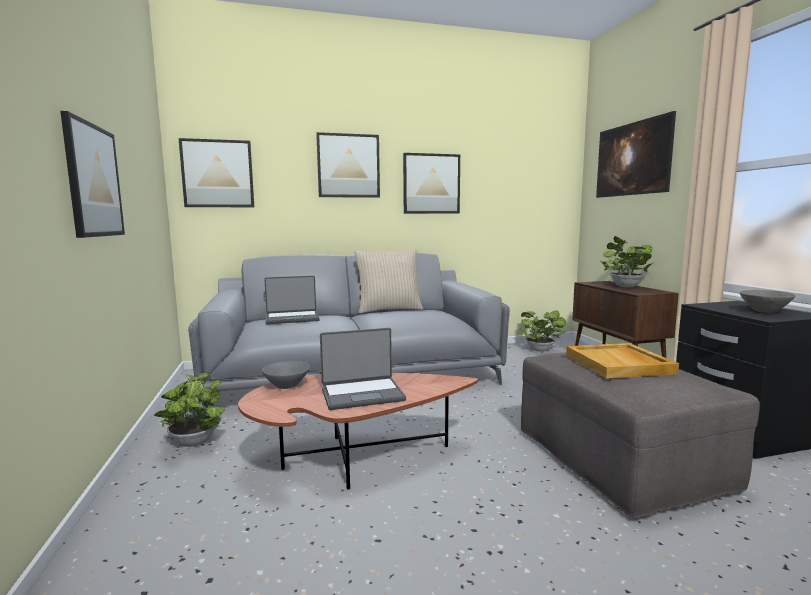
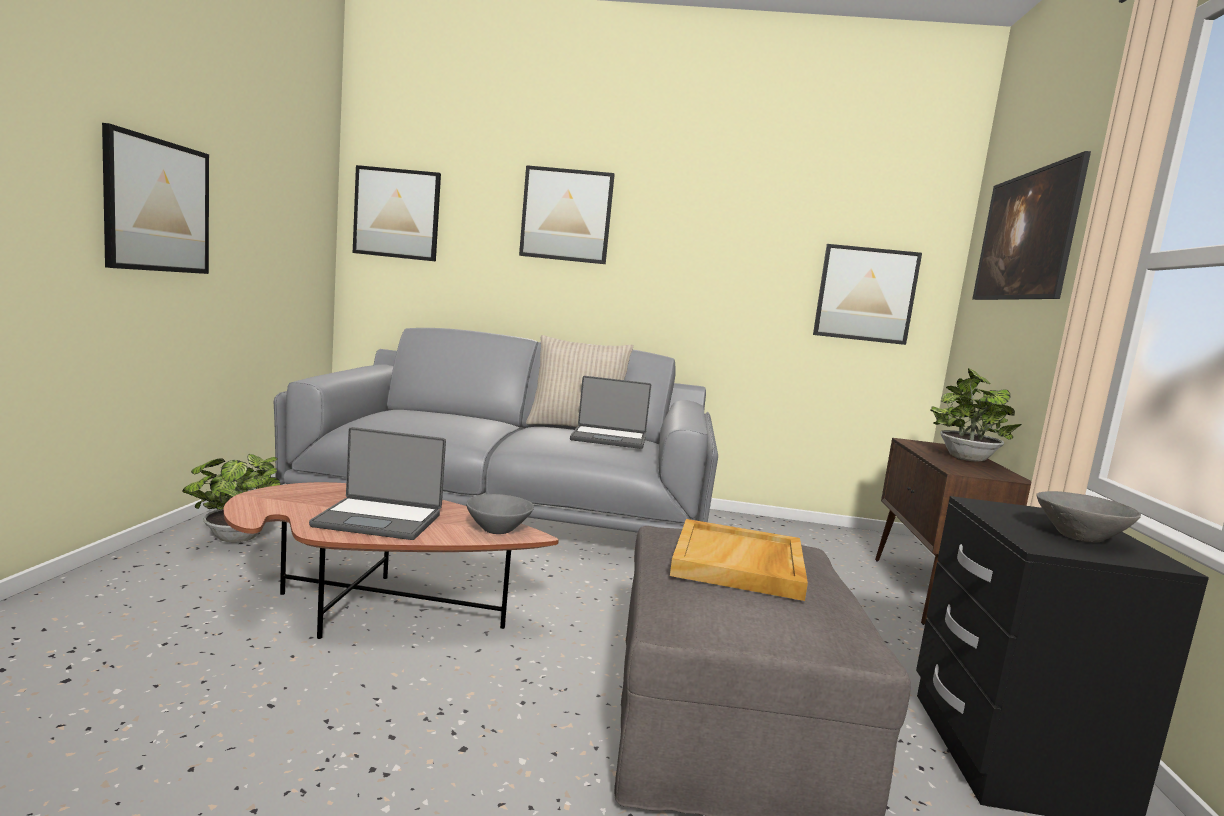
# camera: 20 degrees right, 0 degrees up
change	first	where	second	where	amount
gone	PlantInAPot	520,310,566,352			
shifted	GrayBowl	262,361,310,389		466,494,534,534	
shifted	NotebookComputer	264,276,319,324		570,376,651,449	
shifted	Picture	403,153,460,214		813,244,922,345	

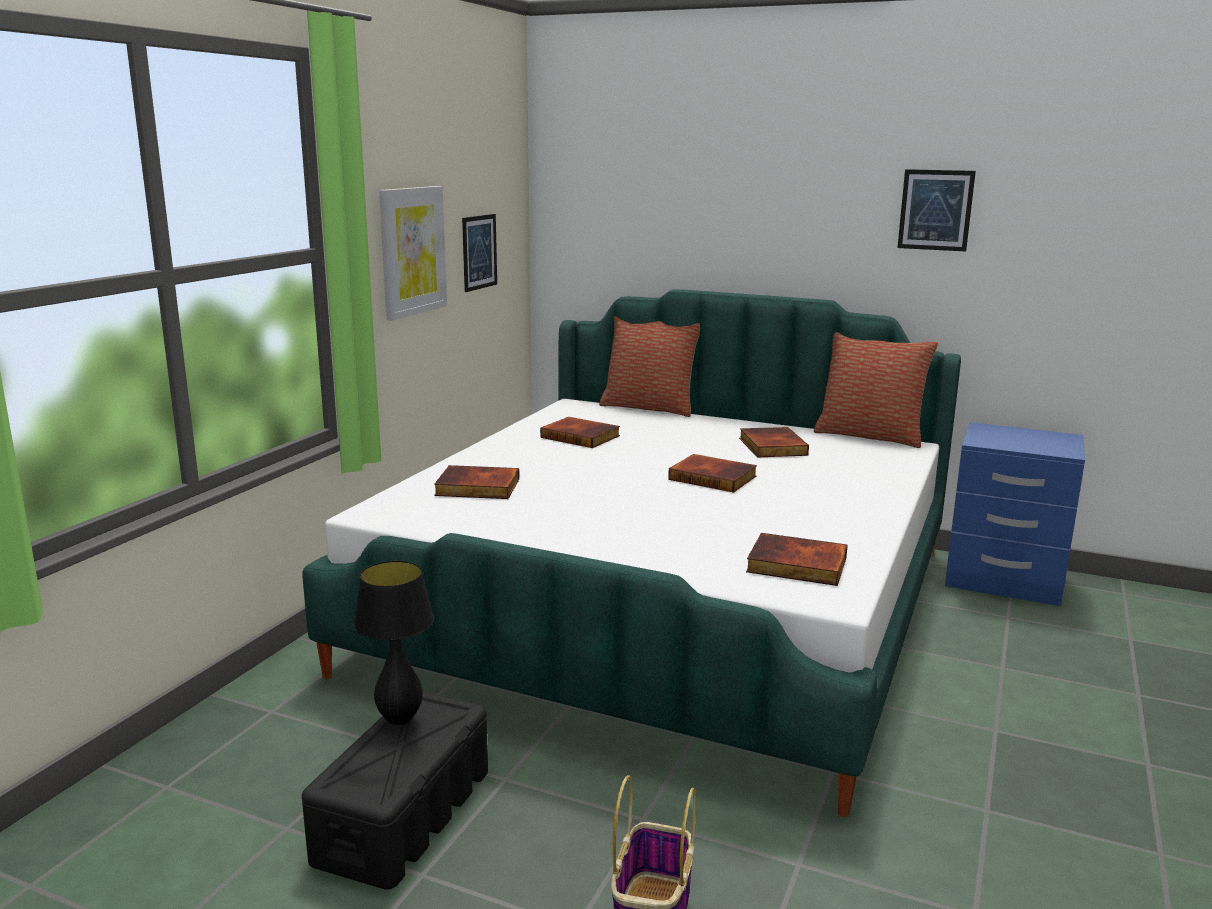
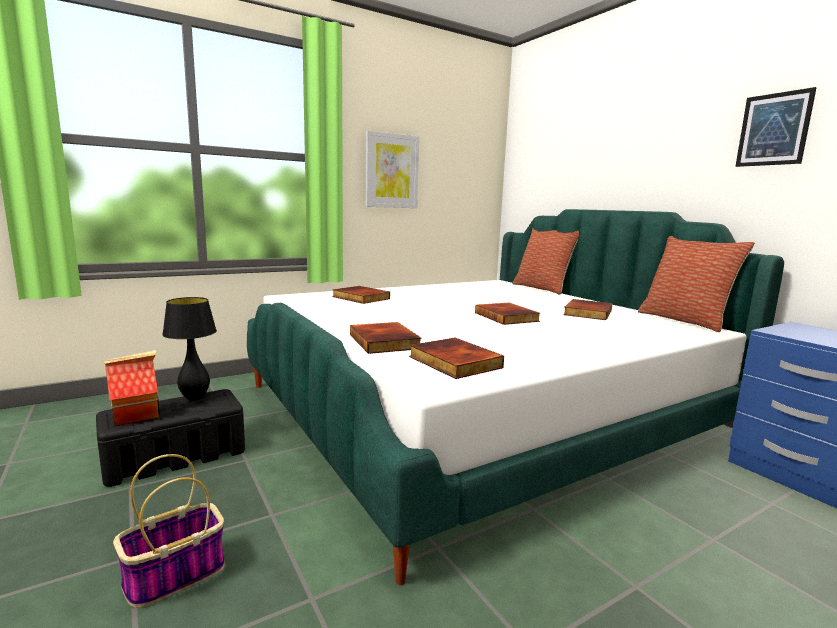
# camera: 35 degrees right, 5 degrees down
change	first	where	second	where	amount
gone	Picture	462,214,497,292			
new			ModelHouse	103,350,160,426	
shifted	Book	540,417,620,448		350,322,422,354	

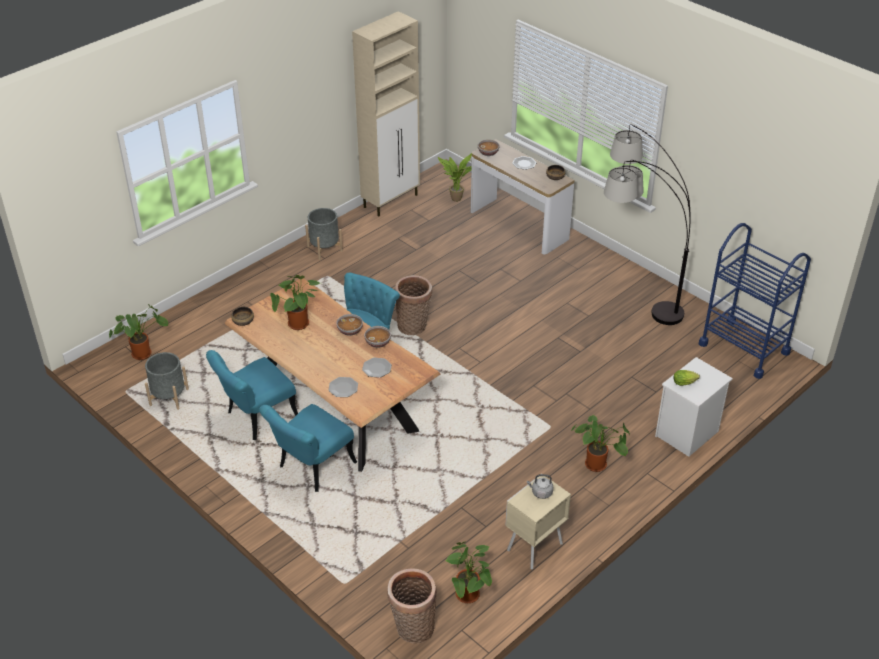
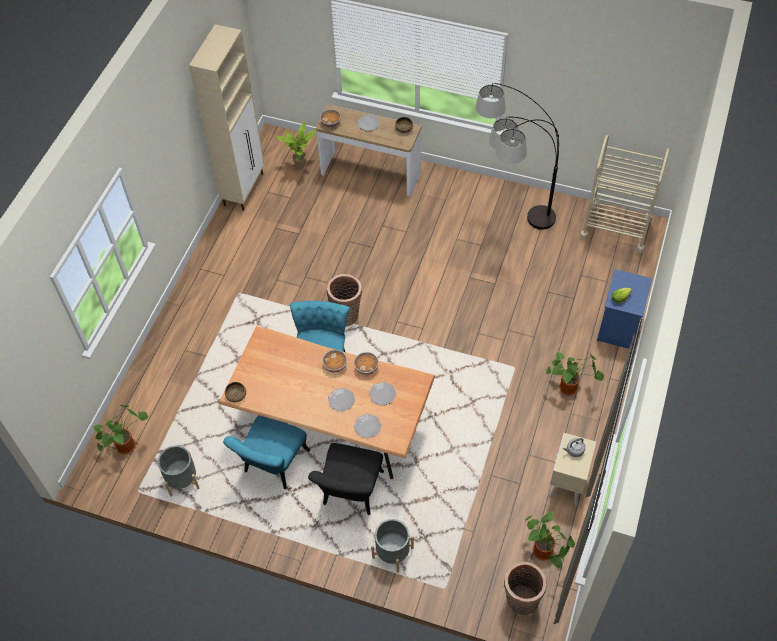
# camera: 25 degrees left, 15 degrees up
change	first	where	second	where	amount
gone	PlantInAPot	270,275,320,330			
new			DinnerPlate	328,388,355,412	
shifted	GrayPlanter	305,208,343,260		371,519,414,573	
repainted	TurquoiseUprightChair	259,404,357,492	BlackishUprightChair	308,443,384,515	
repainted	WhitishBedsideTable	655,357,733,457	BlueColouredBedsideTable	597,269,652,349	
repainted	BlueColouredWheeledCart	699,223,811,379	BeigeColouredWheeledCart	580,135,669,253	

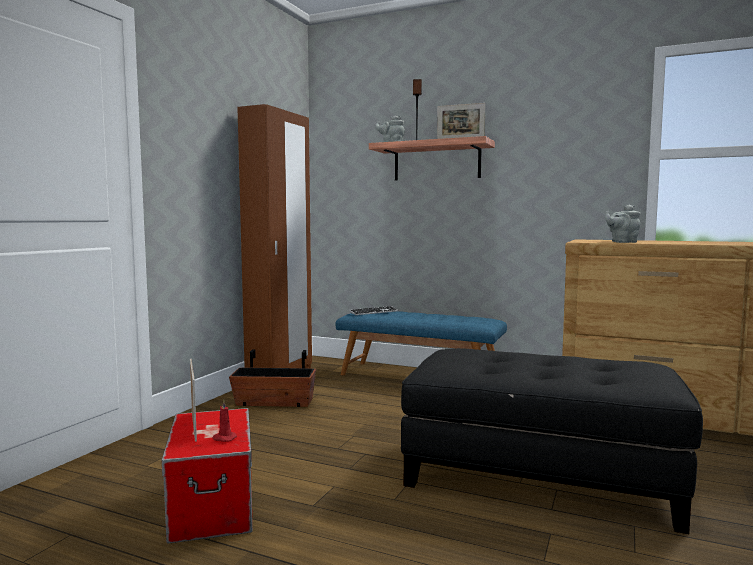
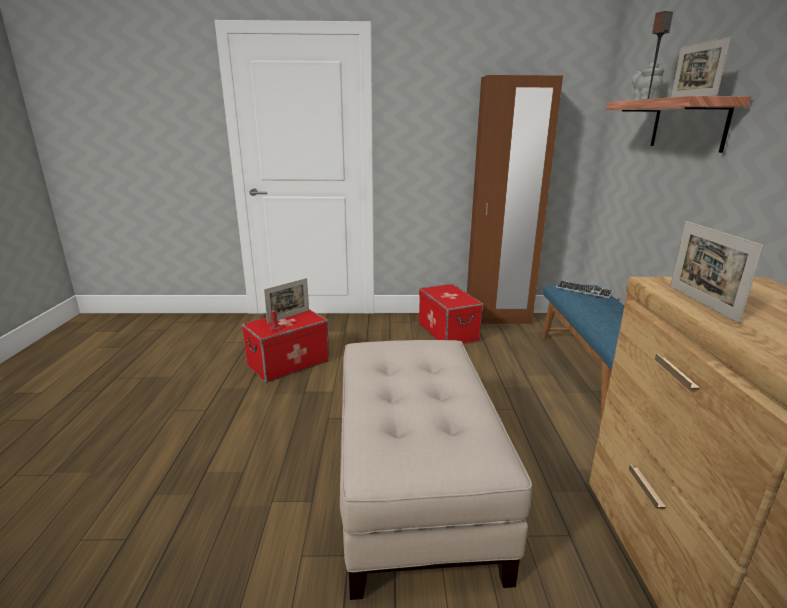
# camera: 65 degrees right, 15 degrees up
change	first	where	second	where	amount
swapped	Planter	229,349,316,407	StorageBox	419,284,483,344	
swapped	GrayTeapot	605,205,640,243	StandingFrame	670,221,764,323	
repainted	BlackishOttoman	401,348,703,534	BeigeColouredOttoman	340,340,532,600	

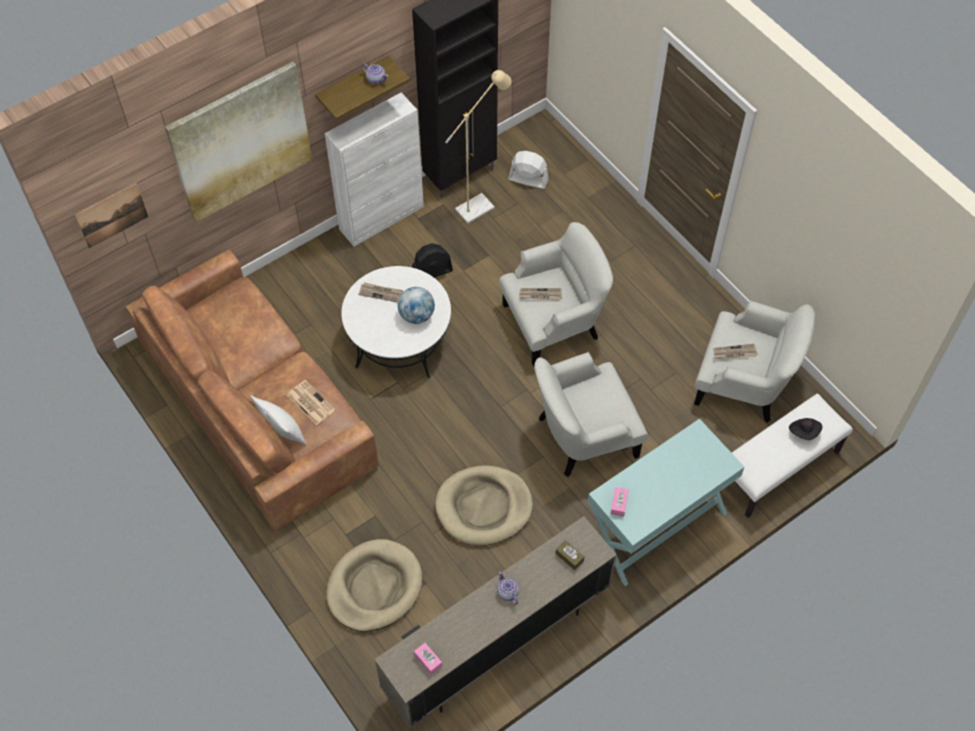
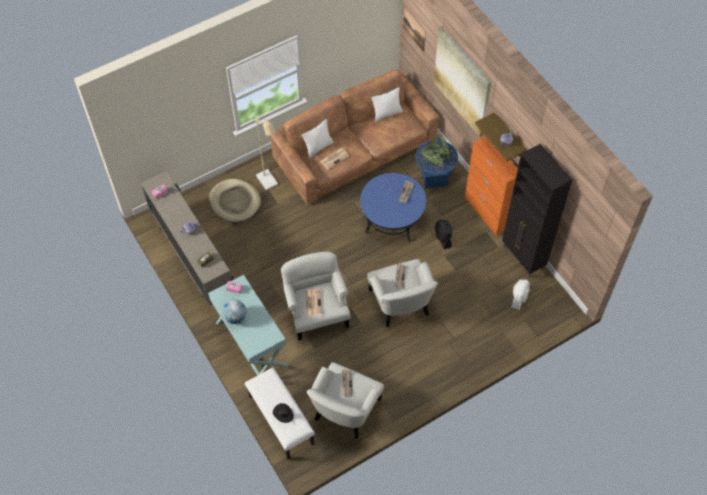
# camera: 95 degrees right, 0 degrees up
change	first	where	second	where	amount
gone	BeigeColouredDogCushion	435,465,533,546			
new			Newspaper	306,289,322,316	
new			WhitishPillow	371,87,403,122	
new			BlueColouredPlanter	415,135,458,189	
shifted	Globe	398,287,435,324		222,299,247,324	
shifted	BeigeColouredFloorLamp	445,70,512,223		250,118,278,190	
repainted	WhitishCupboard	324,92,424,247	OrangeyCupboard	465,136,518,236	
repainted	WhitishLowTable	341,266,451,378	BlueColouredLowTable	360,173,426,242	

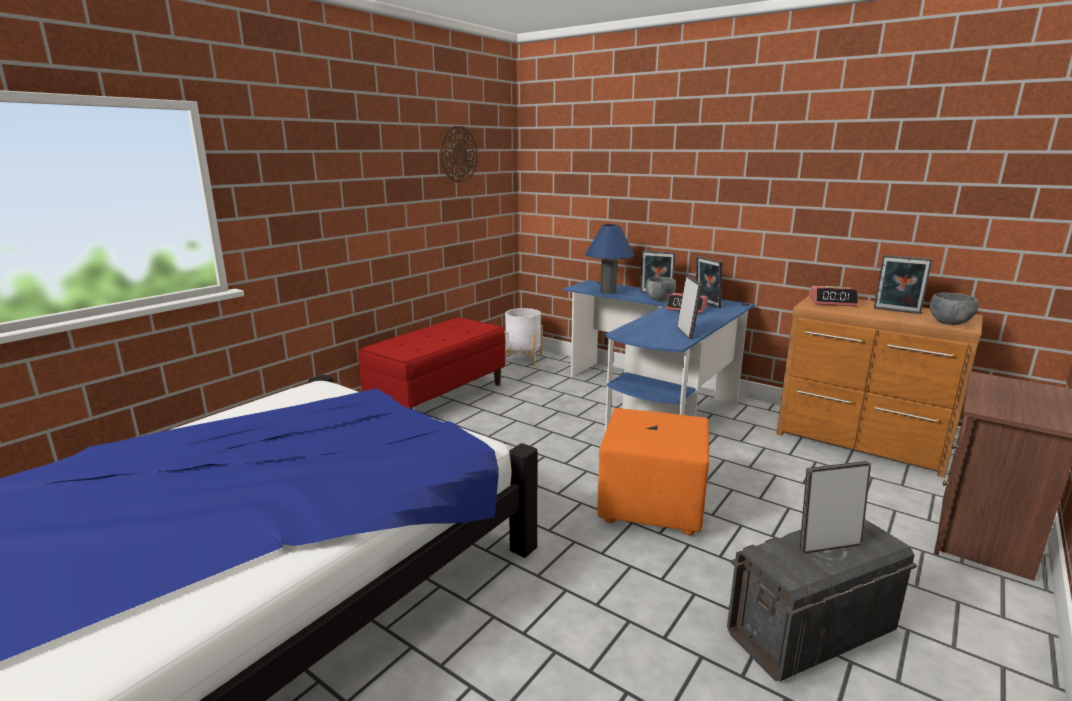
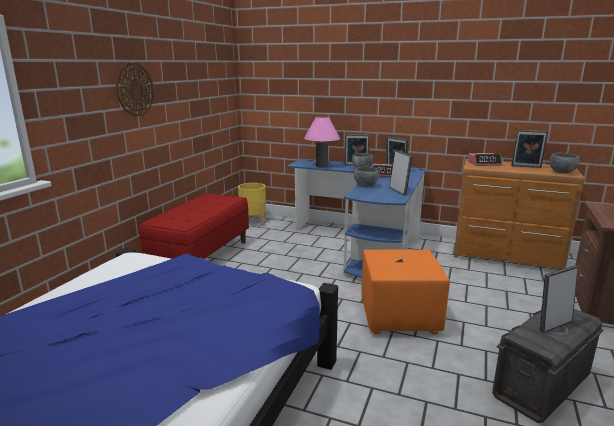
# camera: 15 degrees left, 0 degrees up
change	first	where	second	where	amount
new			GrayBowl	354,167,379,187	
shifted	ClockOnTheWall	440,126,478,182		116,63,154,117	
repainted	WhitishPlanter	504,308,543,366	YellowColouredPlanter	238,183,266,226	
repainted	BlueColouredLampForATable	585,224,634,294	PinkLampForATable	304,116,340,168	

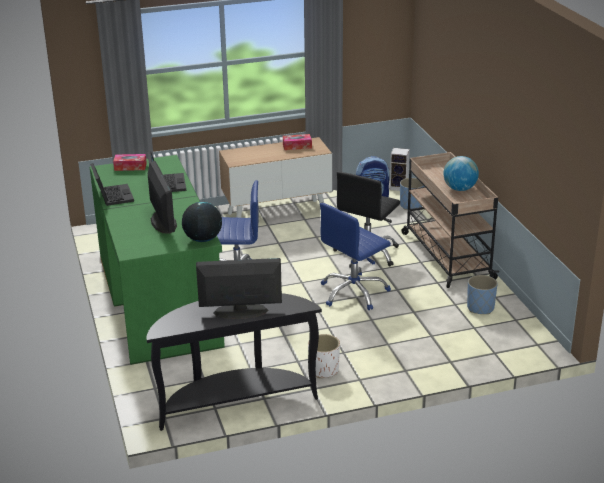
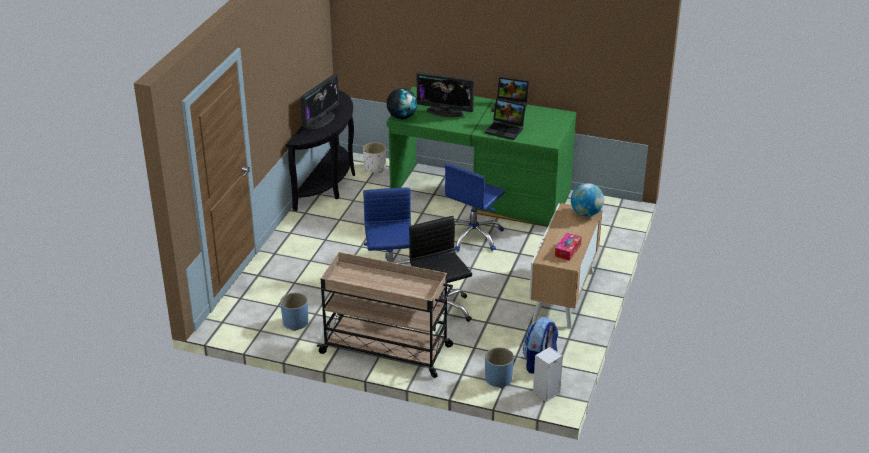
# camera: 125 degrees right, 5 degrees up
change	first	where	second	where	amount
gone	TissueBox	113,154,147,171			
shifted	WhitishPlanter	308,334,340,378		363,142,386,173	
shifted	Globe	443,156,479,191		571,183,604,217	

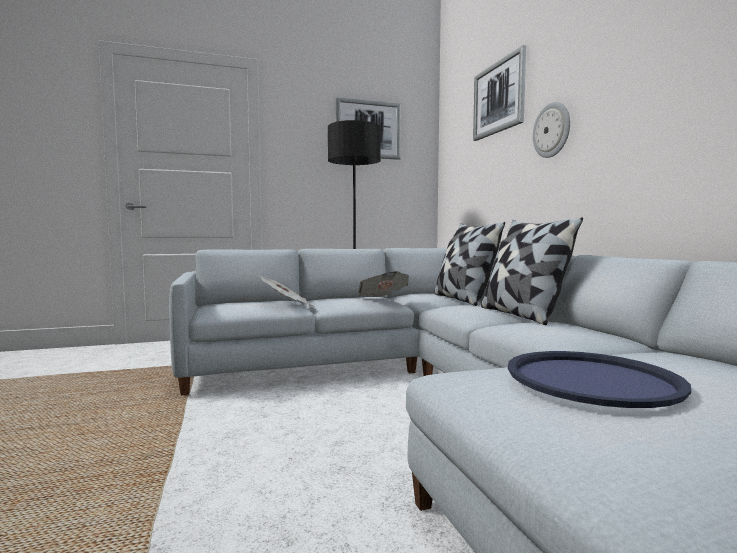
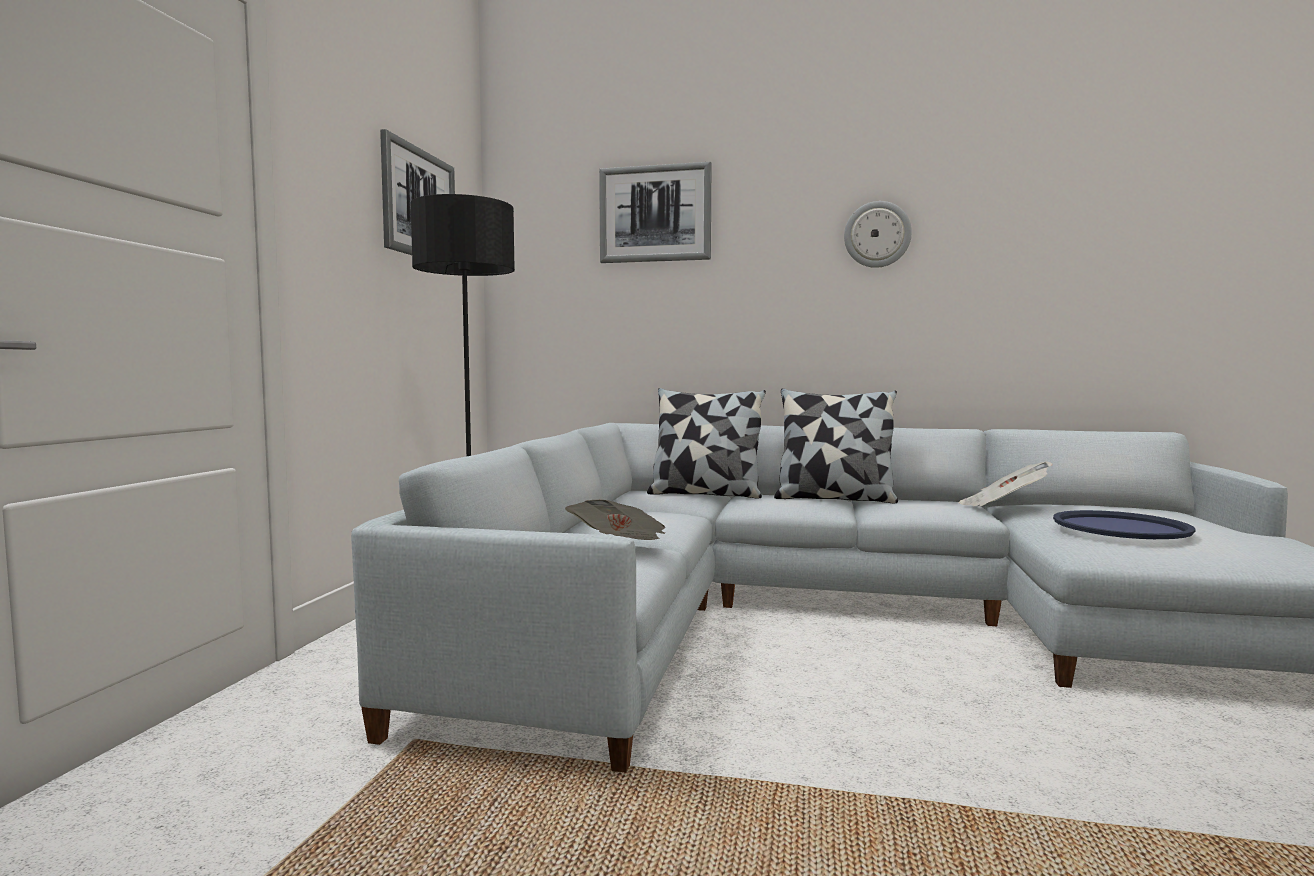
# camera: 60 degrees left, 0 degrees up
change	first	where	second	where	amount
shifted	Newspaper	358,271,409,297		959,462,1053,506	
shifted	ClockOnTheWall	533,102,570,158		844,201,912,268	

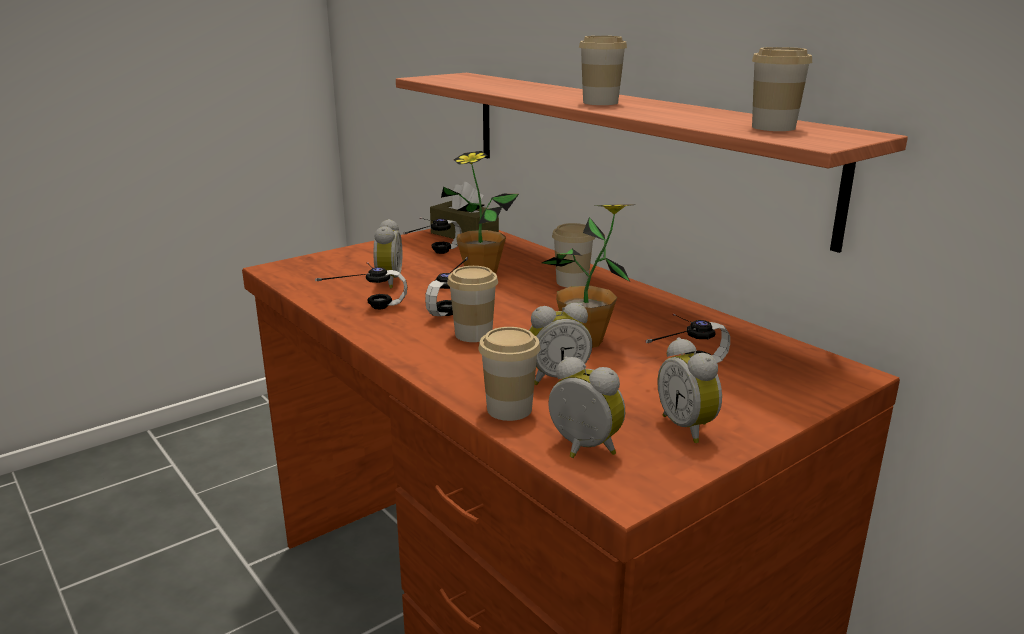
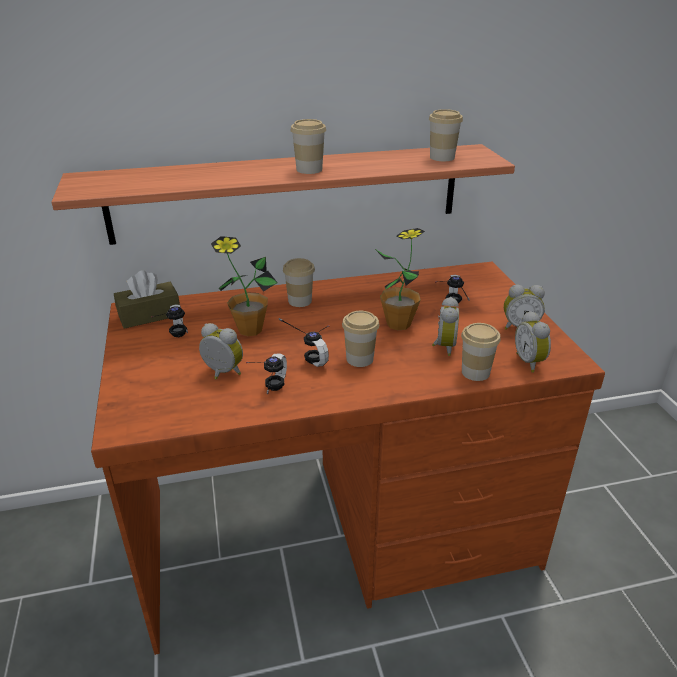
# camera: 65 degrees left, 10 degrees up
change	first	where	second	where	amount
rotated	AlarmClock	548,356,625,458		515,311,551,372	75 degrees counterclockwise

